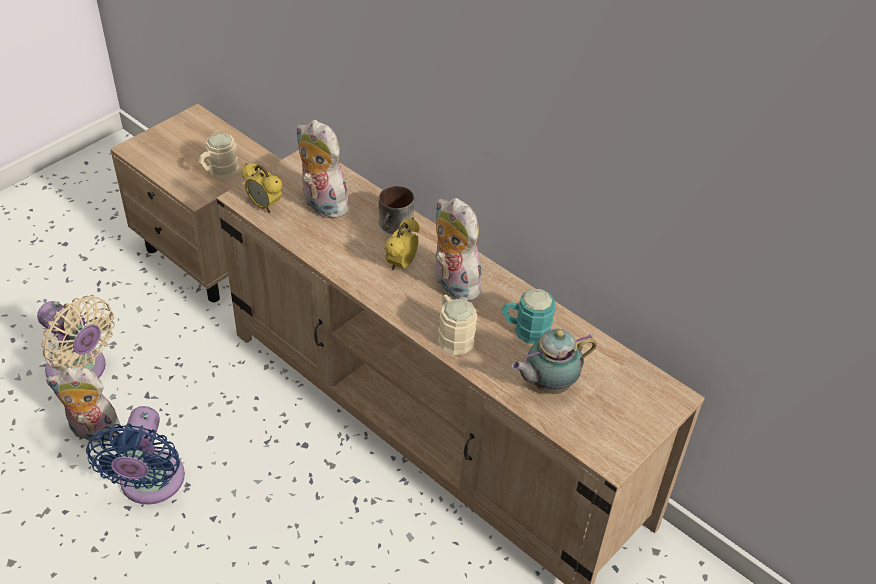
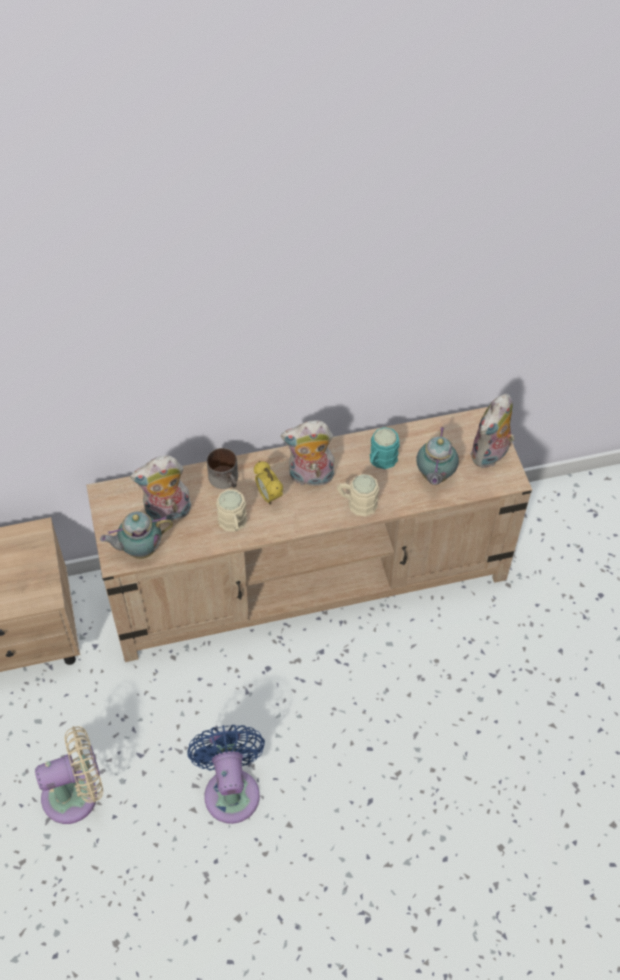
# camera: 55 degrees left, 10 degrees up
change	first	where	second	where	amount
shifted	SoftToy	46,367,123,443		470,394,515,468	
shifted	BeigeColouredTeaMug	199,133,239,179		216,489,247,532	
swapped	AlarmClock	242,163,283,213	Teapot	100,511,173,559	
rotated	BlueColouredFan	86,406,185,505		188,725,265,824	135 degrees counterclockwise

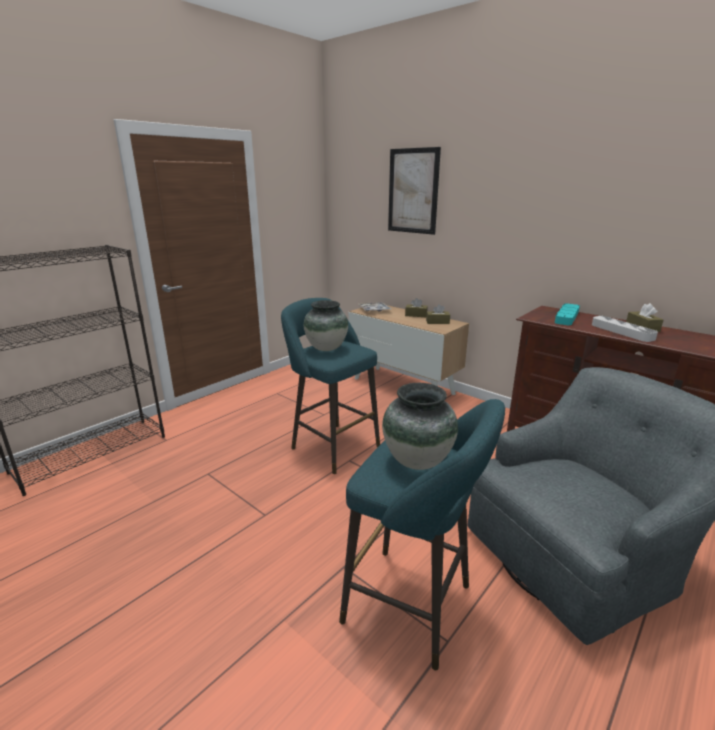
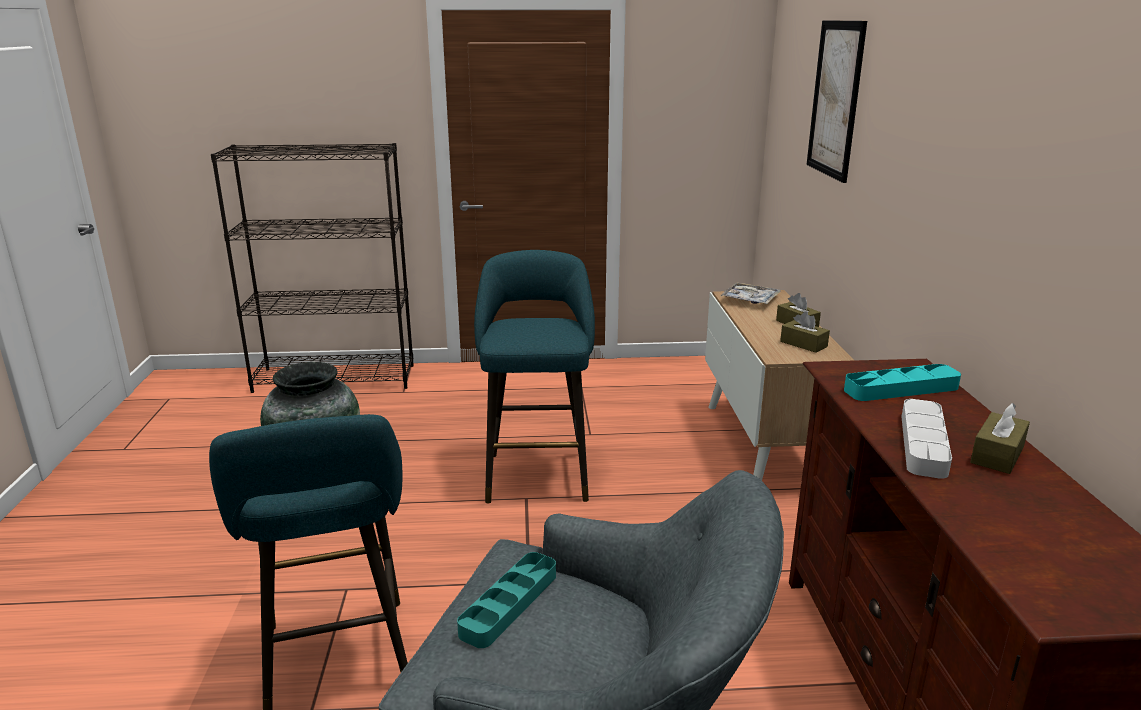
# camera: 45 degrees right, 0 degrees up
change	first	where	second	where	amount
gone	FlowerVase	304,300,348,351			
new			TurquoiseTray	457,552,556,648	

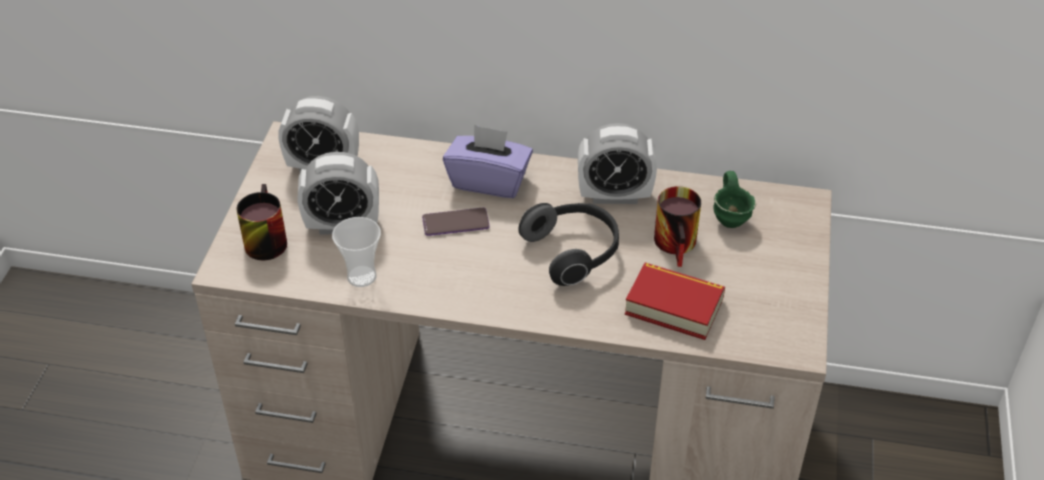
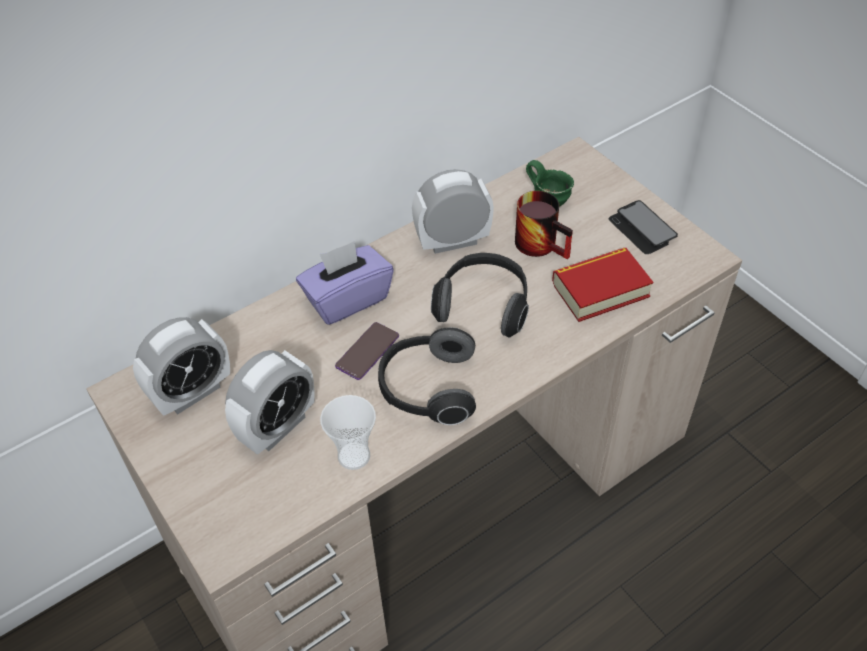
# camera: 45 degrees left, 5 degrees up
change	first	where	second	where	amount
gone	TeaMug	236,184,287,260			
new			PairOfHeadphones	378,327,476,425	
new			Handset	608,200,678,254	
rotated	AlarmClock	578,123,657,204		412,169,494,254	150 degrees counterclockwise

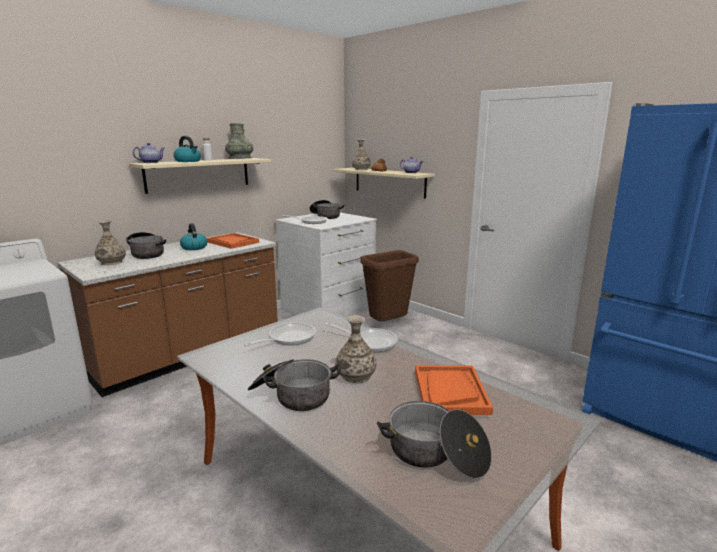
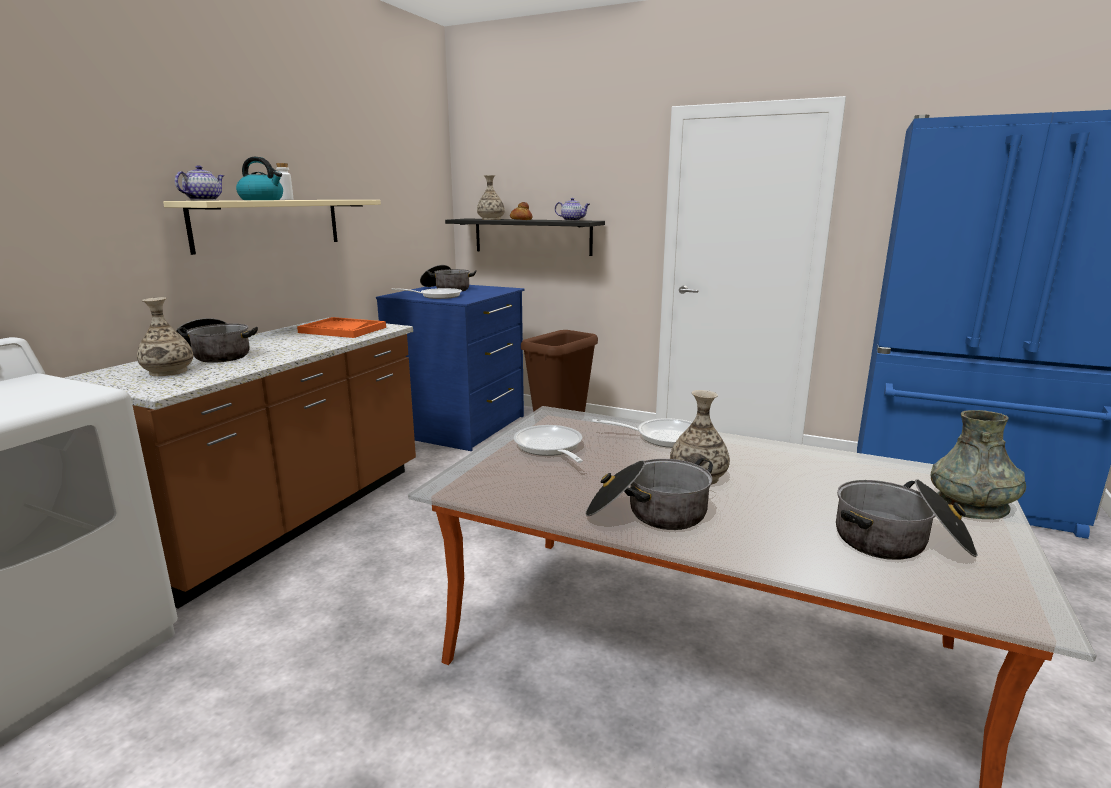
# camera: 20 degrees left, 0 degrees up
change	first	where	second	where	amount
gone	Kettle	180,223,207,250			
gone	OrangeyTray	415,365,493,415			
shifted	GrayFlowerVase	225,123,253,159		930,410,1026,519	
repainted	WhitishChestOfDrawers	275,213,377,317	BlueColouredChestOfDrawers	376,285,524,451	
repainted	BeigeColouredBracketShelf	333,168,435,199	BlackishBracketShelf	445,218,605,256	
rotated	Skillet	244,322,316,346		514,425,583,463	45 degrees counterclockwise

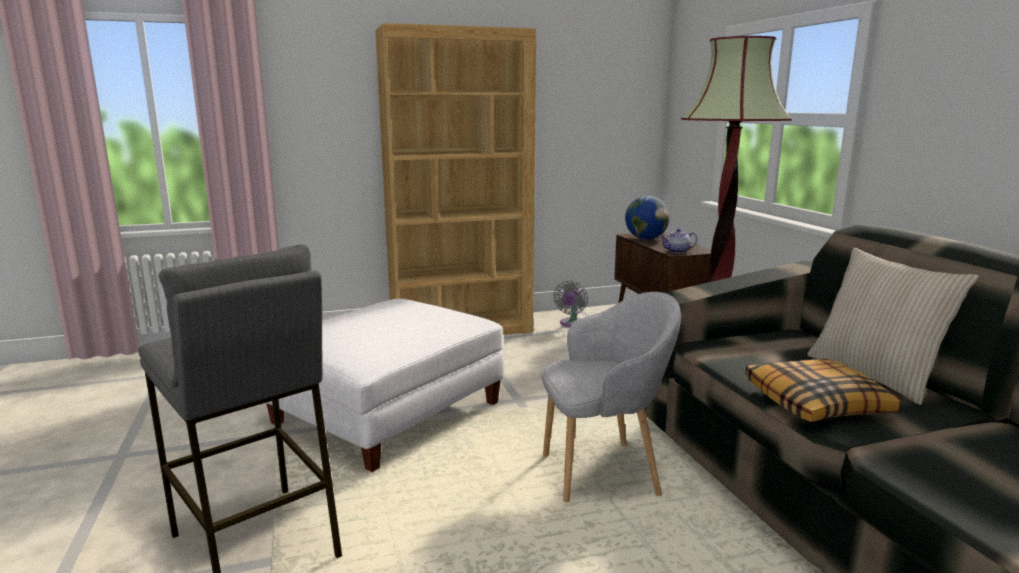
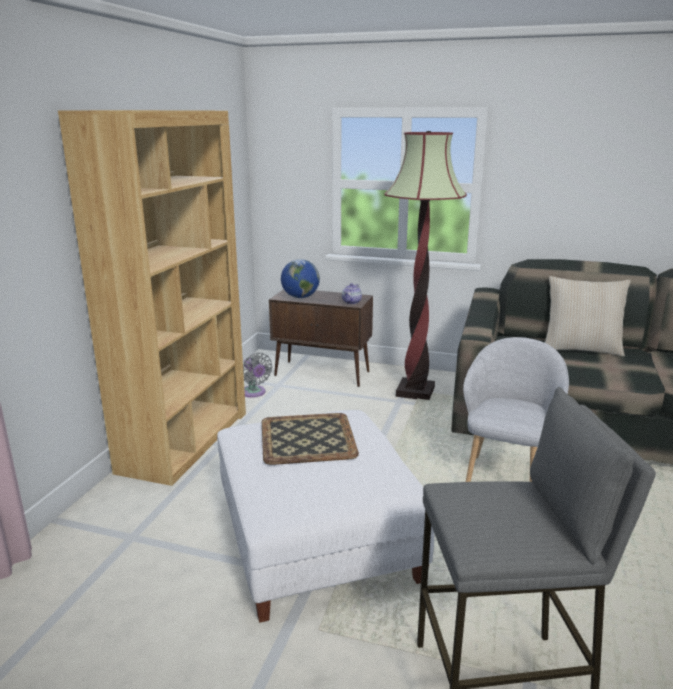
# camera: 55 degrees left, 5 degrees up
change	first	where	second	where	amount
gone	Pillow	746,358,902,422			
new			Tray	262,413,359,465	

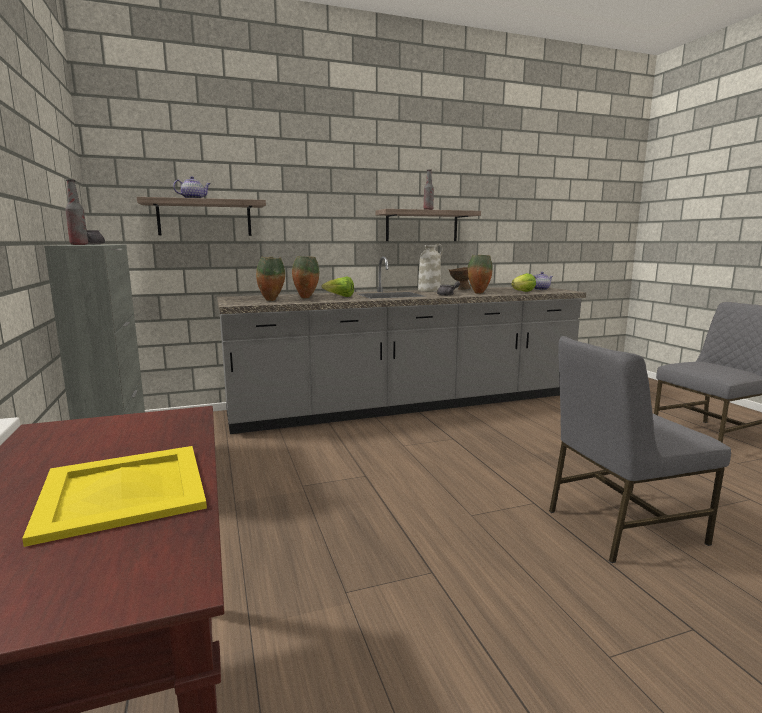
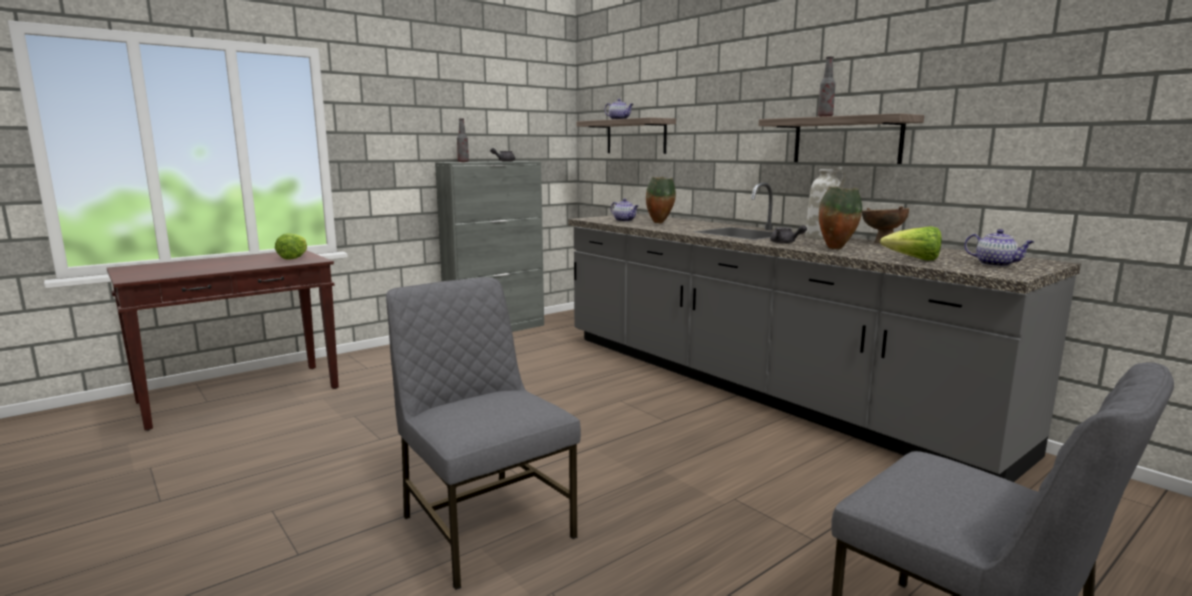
# camera: 70 degrees right, 0 degrees up
change	first	where	second	where	amount
gone	YellowColouredTray	22,446,207,547			
shifted	Lettuce	322,277,354,297		275,233,307,260	
swapped	FlowerVase	256,256,285,301	Teapot	611,199,639,222	

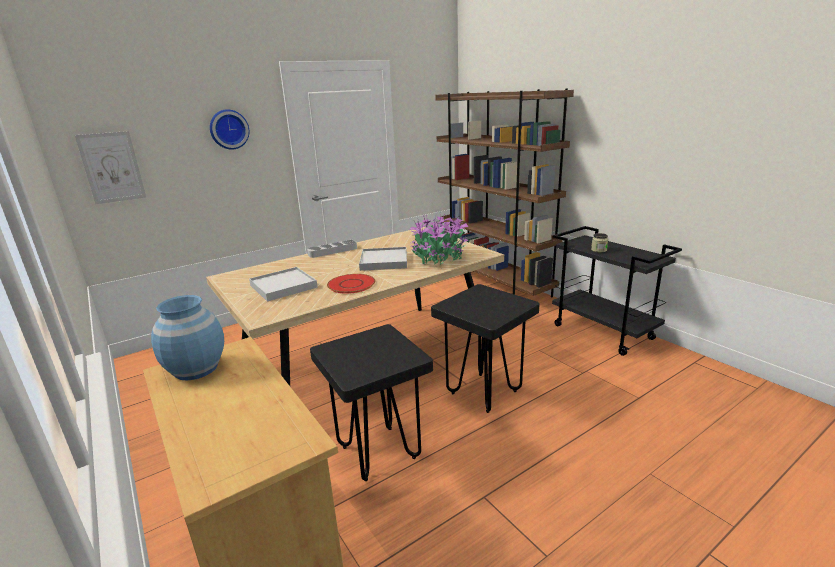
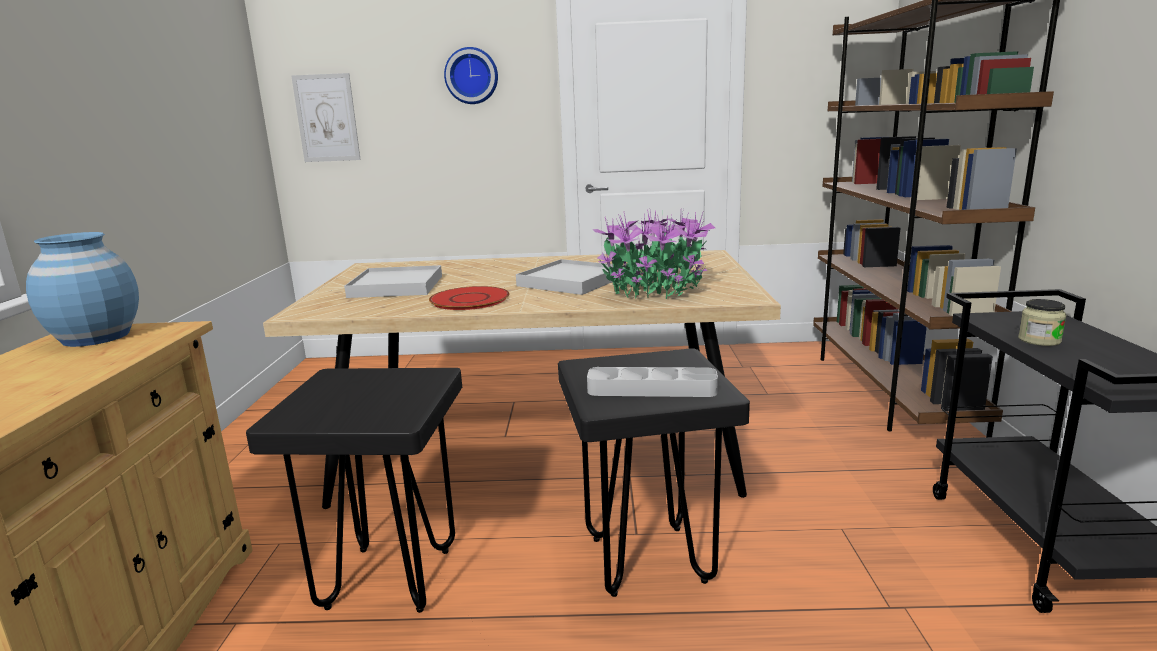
# camera: 35 degrees right, 5 degrees down
change	first	where	second	where	amount
shifted	GrayTray	307,240,357,258		587,367,718,397	

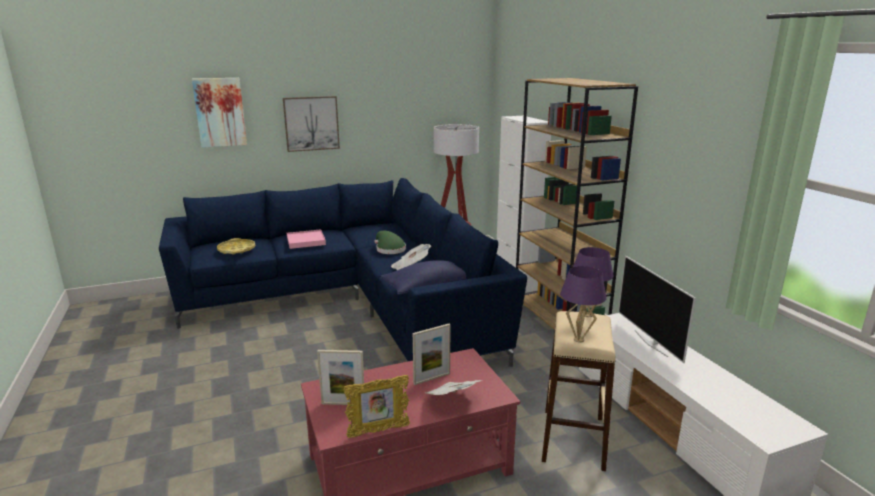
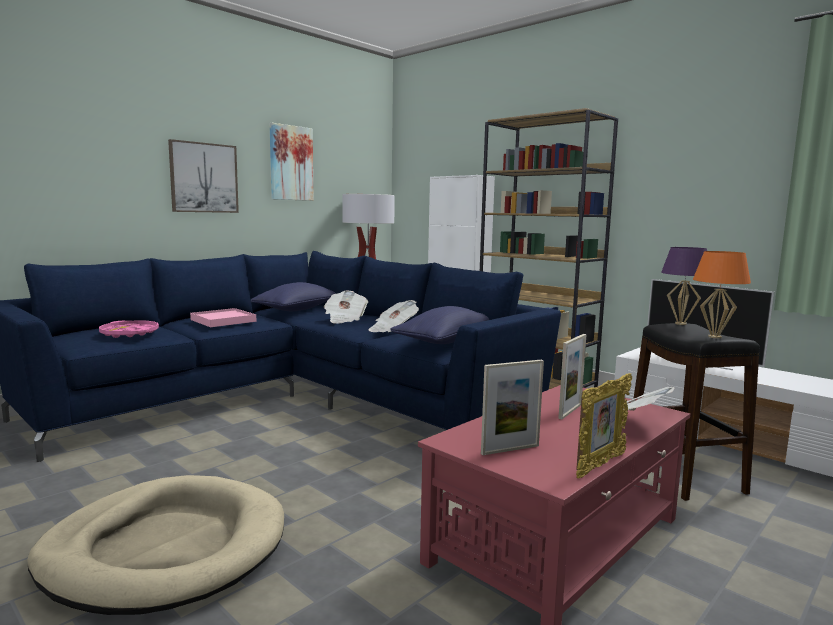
# camera: 25 degrees left, 10 degrees down
change	first	where	second	where	amount
new			BeigeColouredDogCushion	27,475,284,615	
new			BlueColouredPillow	251,282,336,311	
shifted	Picture	192,78,247,148		270,123,314,201	
swapped	GreenishHat	374,231,406,254	Newspaper	324,290,368,324	
repainted	YellowColouredTray	217,238,255,254	PinkTray	99,320,159,338	
repainted	BeigeColouredSittingStool	542,311,616,471	BlackishSittingStool	633,323,760,501	
repainted	PurplishLampForATable	560,266,607,343	OrangeyLampForATable	693,251,751,339	

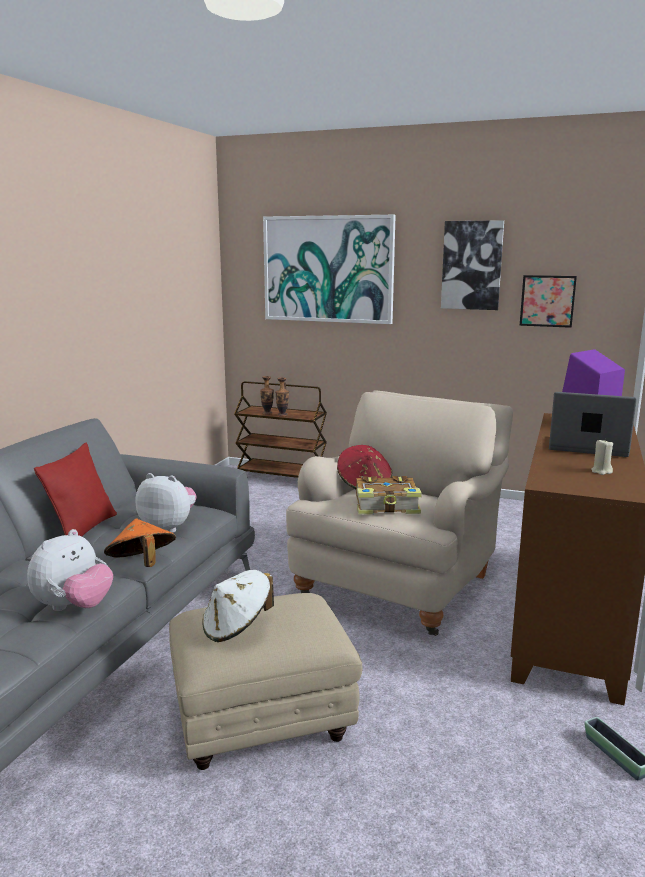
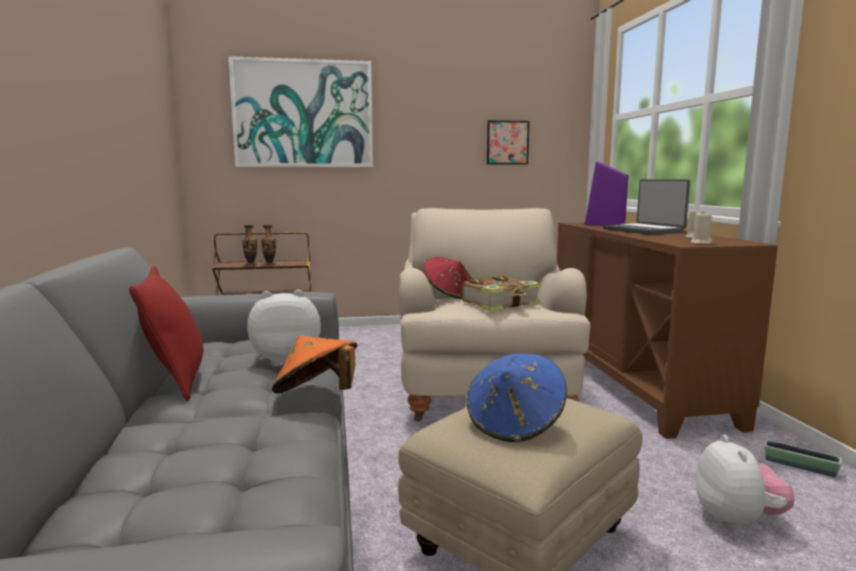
# camera: 30 degrees left, 5 degrees down
change	first	where	second	where	amount
gone	Picture	441,220,504,310			
new			BeigeColouredWaxCandle	690,211,712,244	
shifted	SoftToy	27,529,113,611		696,435,794,530	
repainted	WhitishHat	203,570,274,642	BlueColouredHat	467,354,567,442	
rotated	NotebookComputer	549,392,637,457		603,179,690,235	105 degrees counterclockwise

